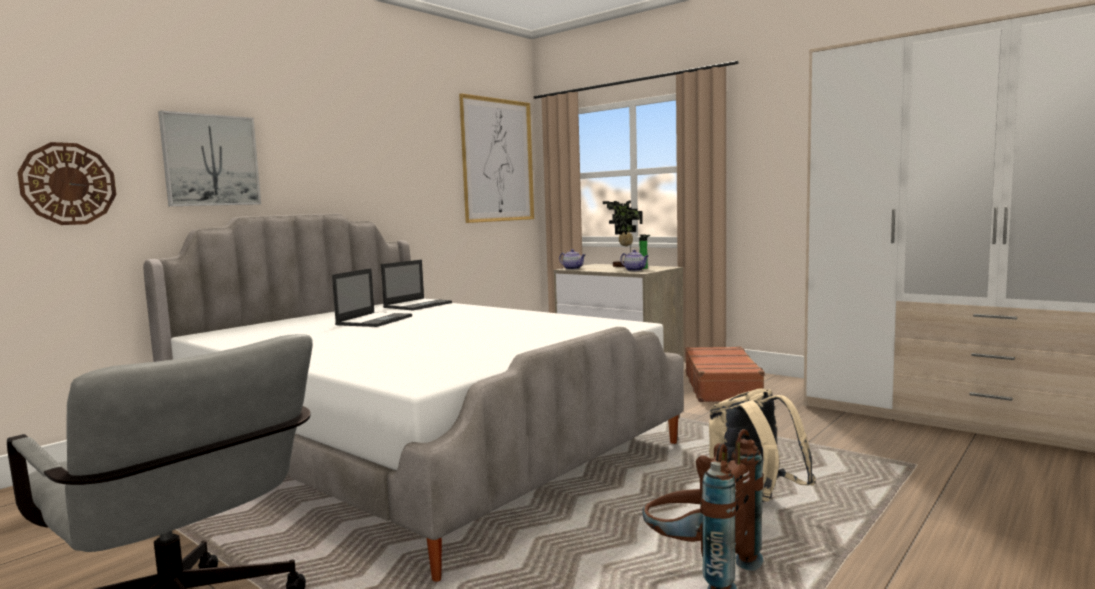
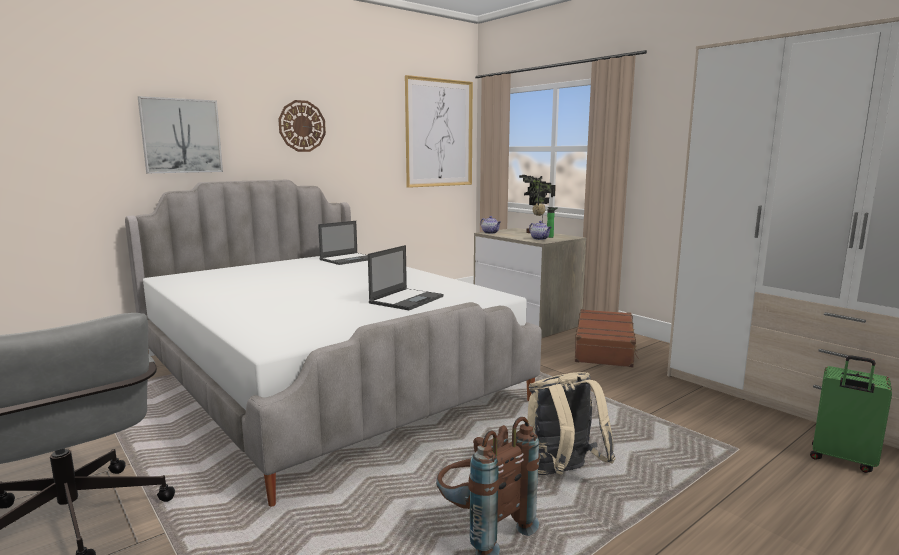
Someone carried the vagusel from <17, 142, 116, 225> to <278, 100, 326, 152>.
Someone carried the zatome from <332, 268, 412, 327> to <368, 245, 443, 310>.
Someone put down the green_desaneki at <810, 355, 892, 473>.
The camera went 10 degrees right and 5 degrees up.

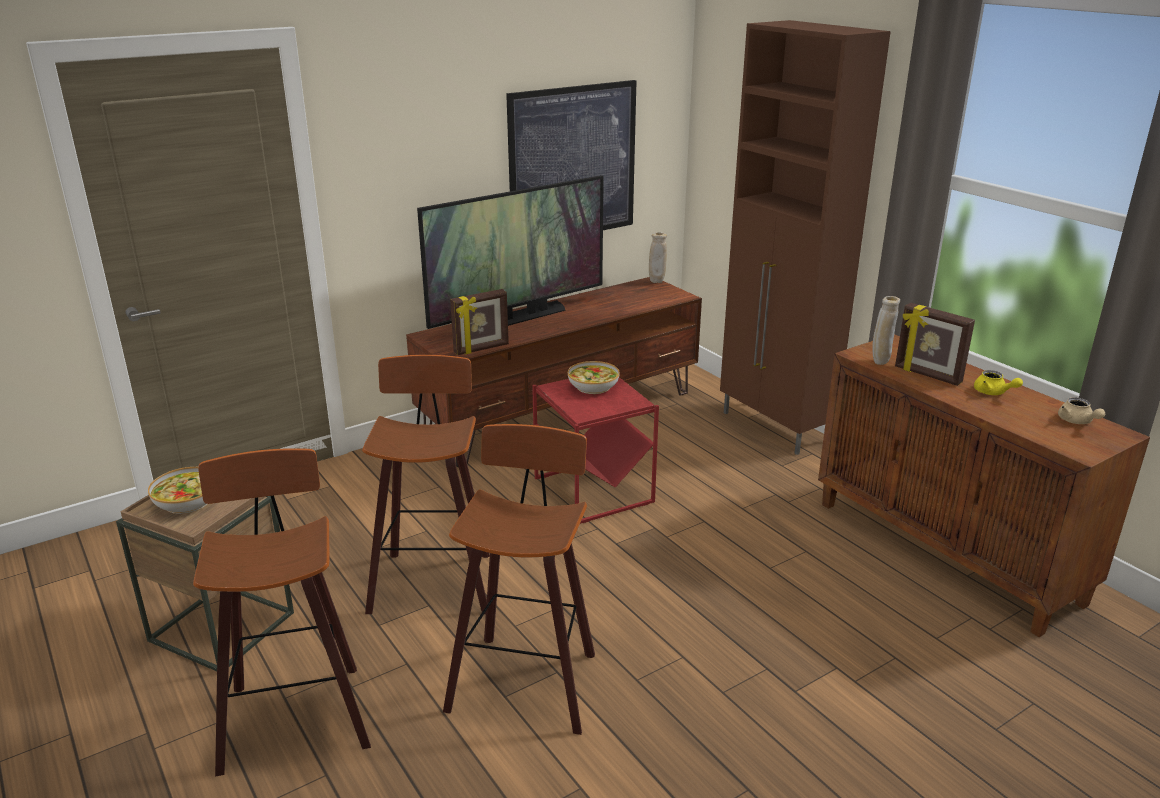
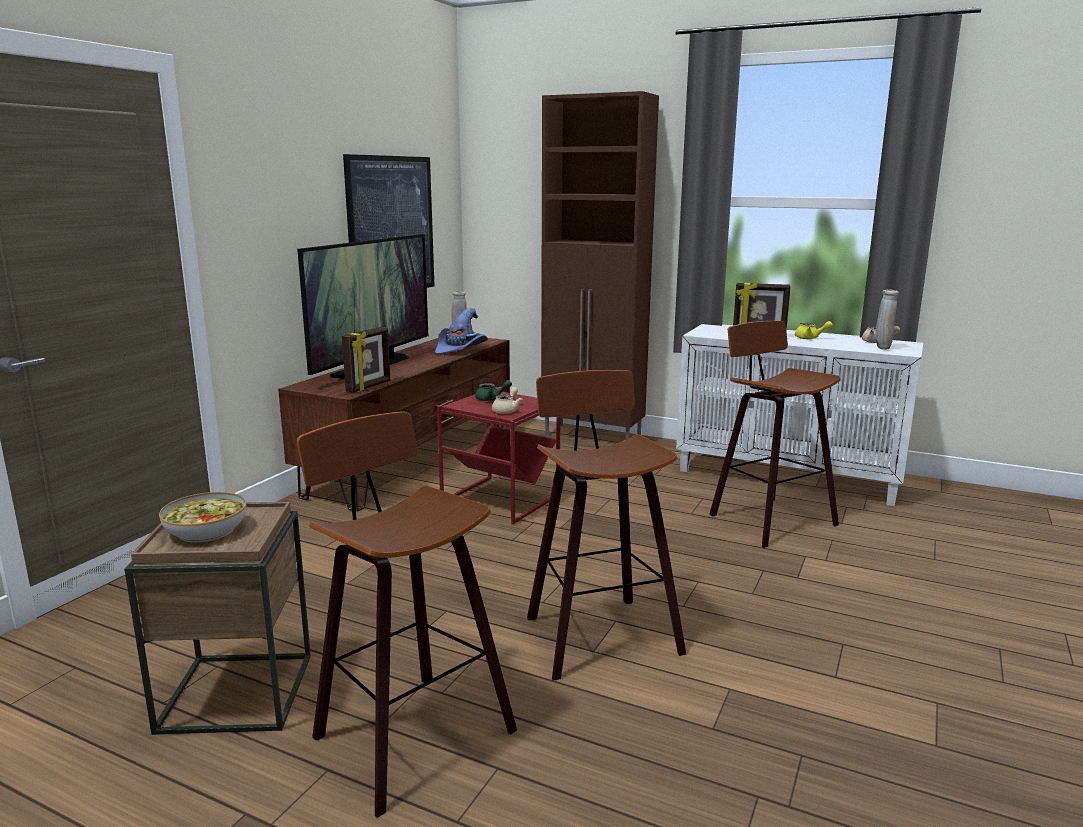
Someone put down the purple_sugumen at <435, 308, 488, 355>.
Someone swapped the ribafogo at <568, 361, 620, 394> for the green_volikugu at <475, 380, 512, 401>.
Someone put down the beige_volikugu at <492, 387, 522, 414>.
Someone repainted the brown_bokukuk at <818, 334, 1150, 637>, which became the white_bokukuk at <676, 324, 923, 506>.
Someone carried the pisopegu from <362, 355, 490, 614> to <709, 321, 841, 548>.
Someone carried the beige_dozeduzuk from <873, 296, 900, 365> to <875, 289, 899, 350>.
The camera went 30 degrees left and 10 degrees down.

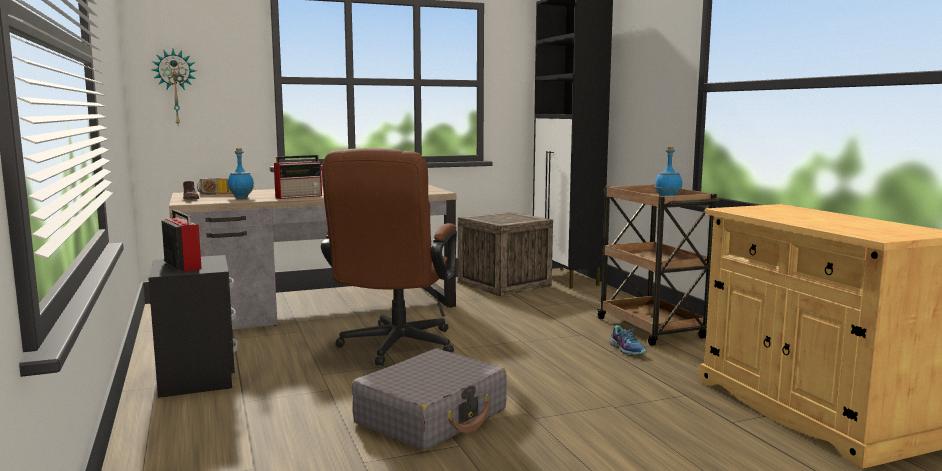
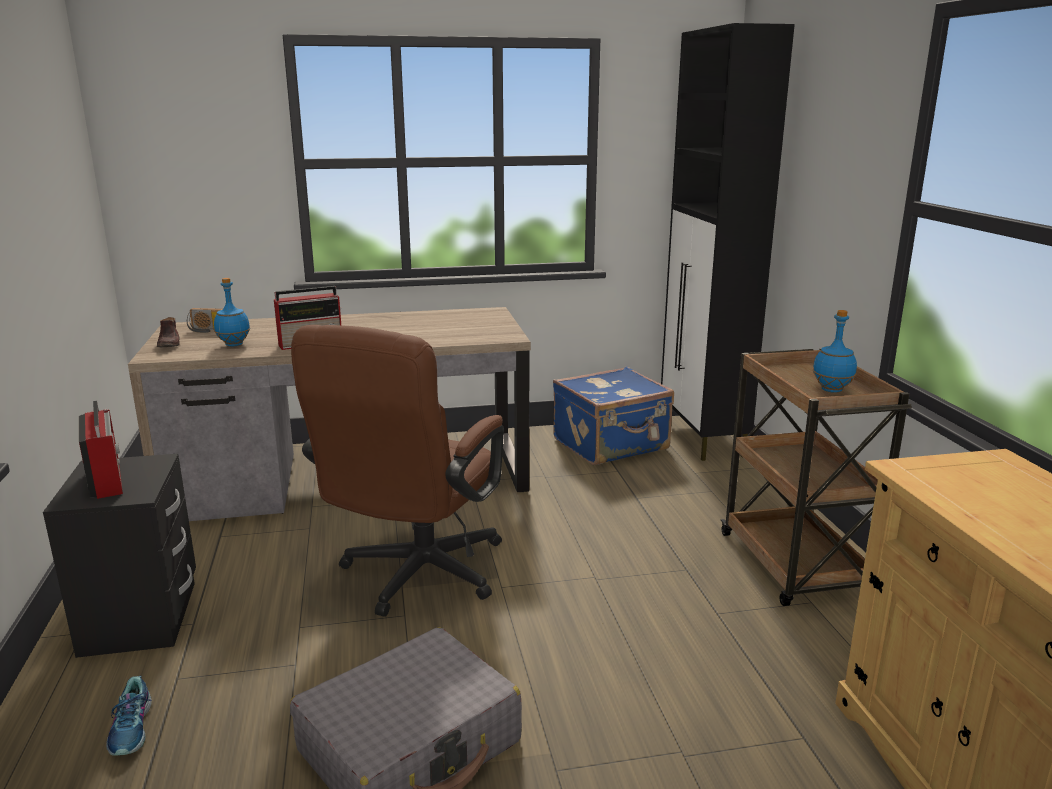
Someone carried the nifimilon from <609, 325, 647, 356> to <106, 675, 152, 756>.
Someone swapped the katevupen at <458, 212, 553, 296> for the blue_desaneki at <553, 366, 674, 465>.
Someone took away the vagusel at <152, 49, 196, 125>.
The camera went 10 degrees right and 10 degrees up.

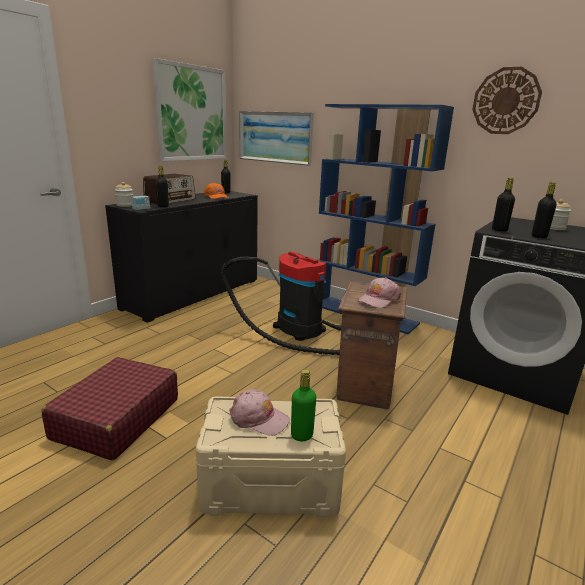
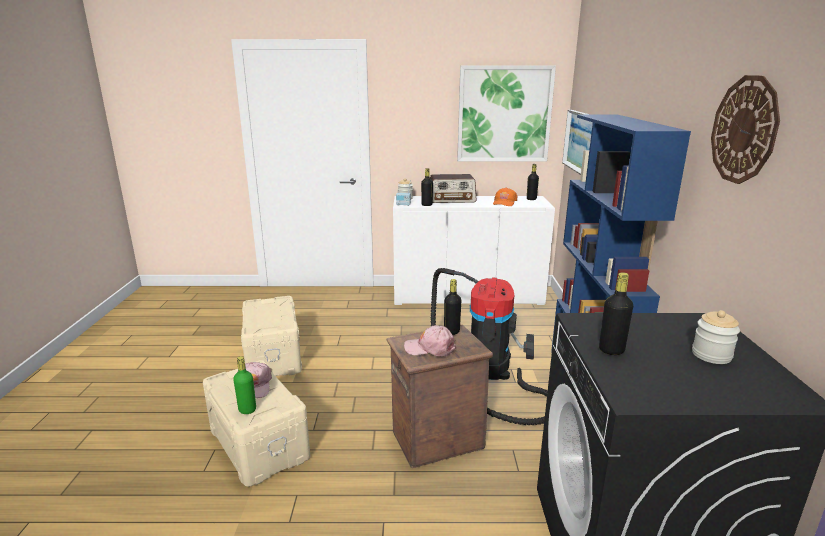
Someone swapped the red_desaneki at <41, 357, 178, 461> for the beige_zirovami at <241, 296, 302, 376>.
Someone repainted the black_bokukuk at <105, 191, 258, 323>, which became the white_bokukuk at <393, 196, 555, 305>.
Someone carried the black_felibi from <492, 178, 515, 232> to <444, 279, 461, 335>.
The camera went 55 degrees right and 0 degrees up.

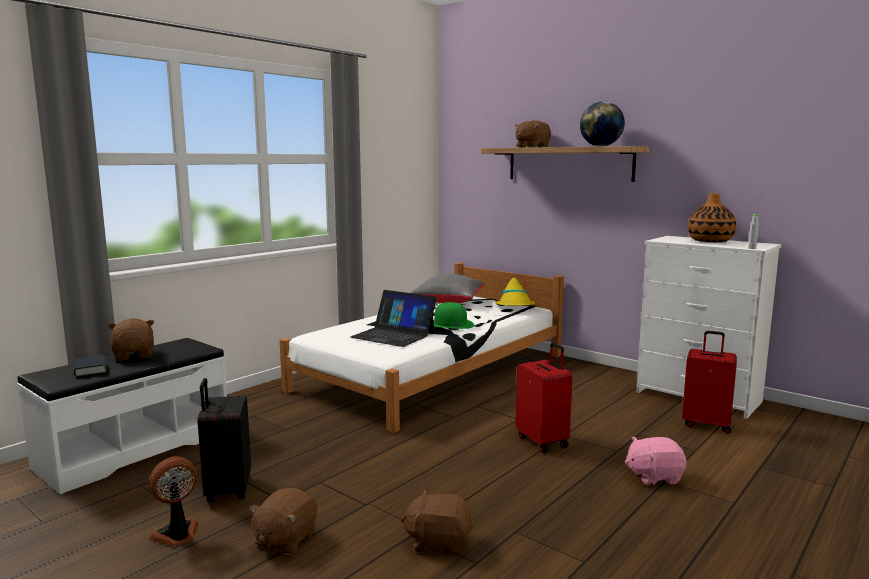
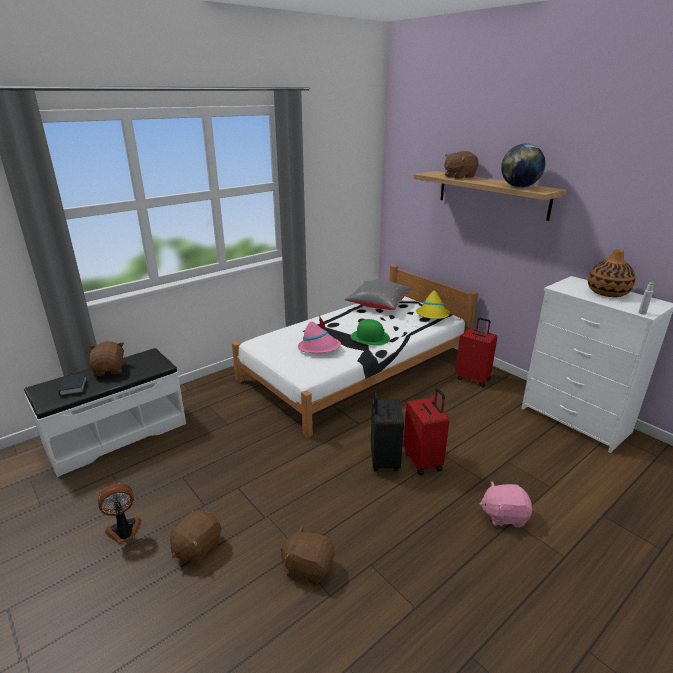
Someone swapped the zatome at <350, 290, 436, 347> for the pink_sugumen at <298, 316, 341, 353>.
Someone carried the black_desaneki from <197, 378, 251, 502> to <371, 390, 404, 471>.
Someone carried the red_desaneki from <682, 331, 737, 433> to <455, 318, 497, 387>.
The camera went 10 degrees right and 15 degrees up.

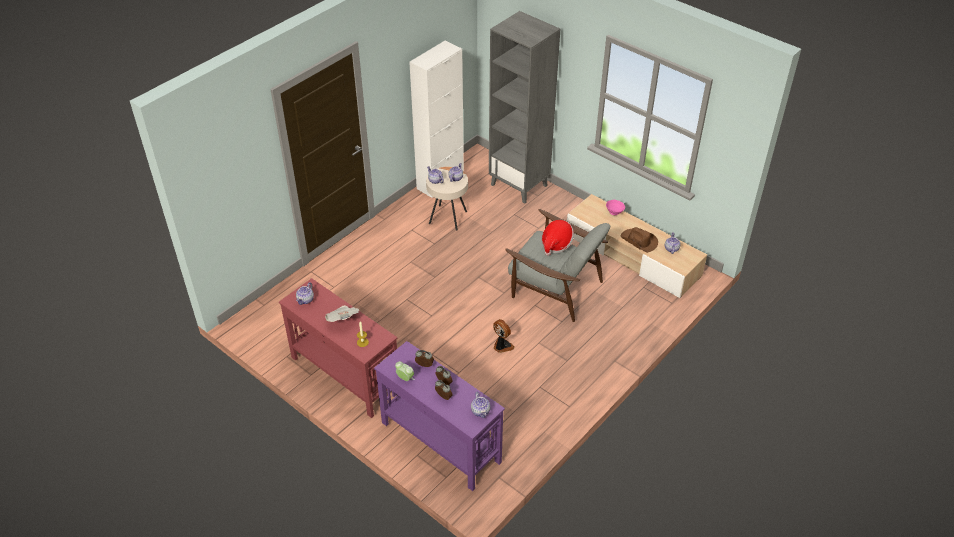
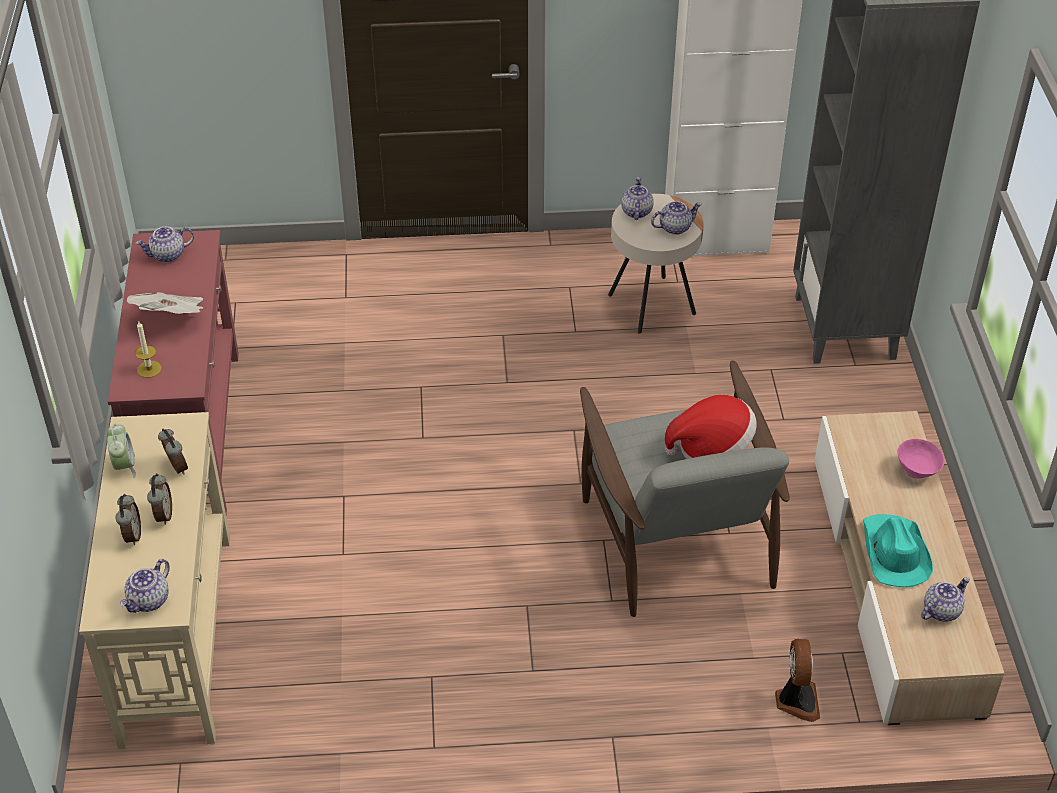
Someone repainted the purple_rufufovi at <374, 341, 505, 491>, which became the beige_rufufovi at <79, 412, 230, 749>.
Someone carried the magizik from <493, 319, 515, 353> to <775, 639, 820, 722>.
Someone repainted the brown_sugumen at <621, 227, 658, 253>, which became the turquoise_sugumen at <863, 514, 933, 587>.
The camera went 45 degrees right and 0 degrees up.

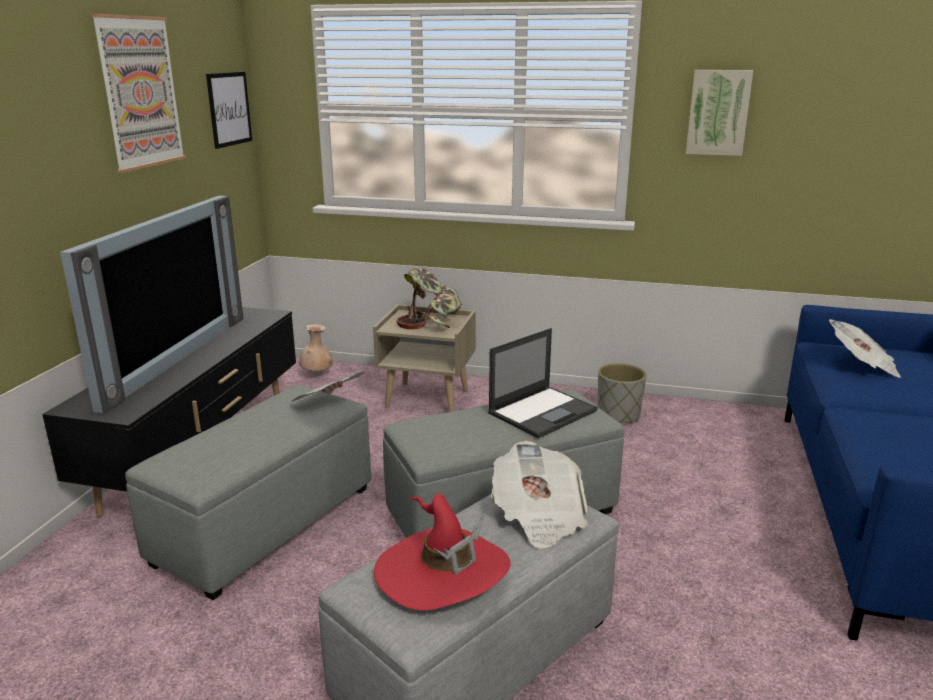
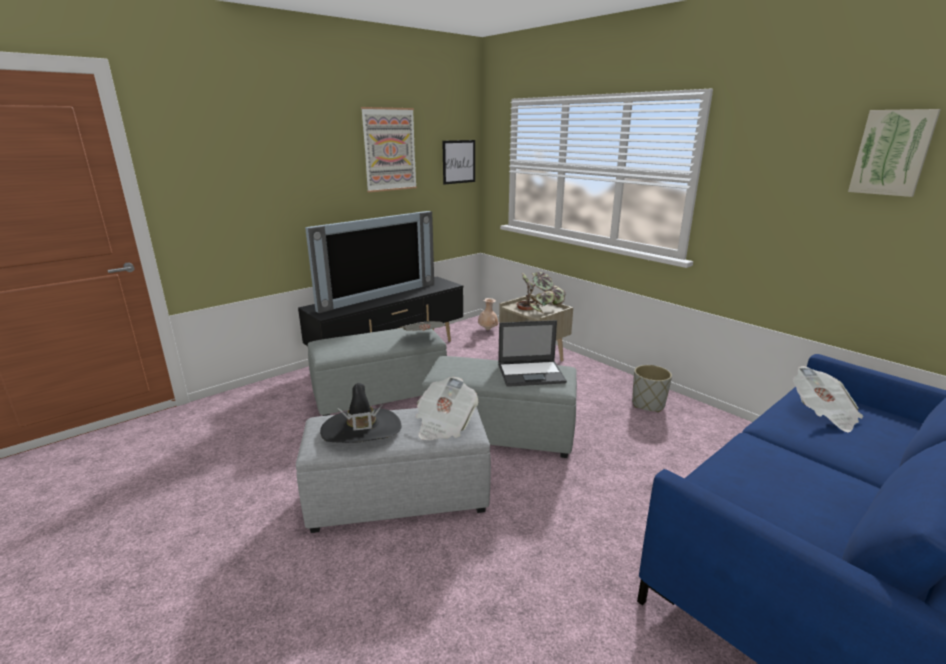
Someone repainted the red_sugumen at <374, 494, 511, 610>, which became the black_sugumen at <320, 383, 402, 443>.
Someone carried the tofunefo from <686, 70, 753, 156> to <848, 109, 941, 197>.
The camera went 35 degrees right and 0 degrees up.

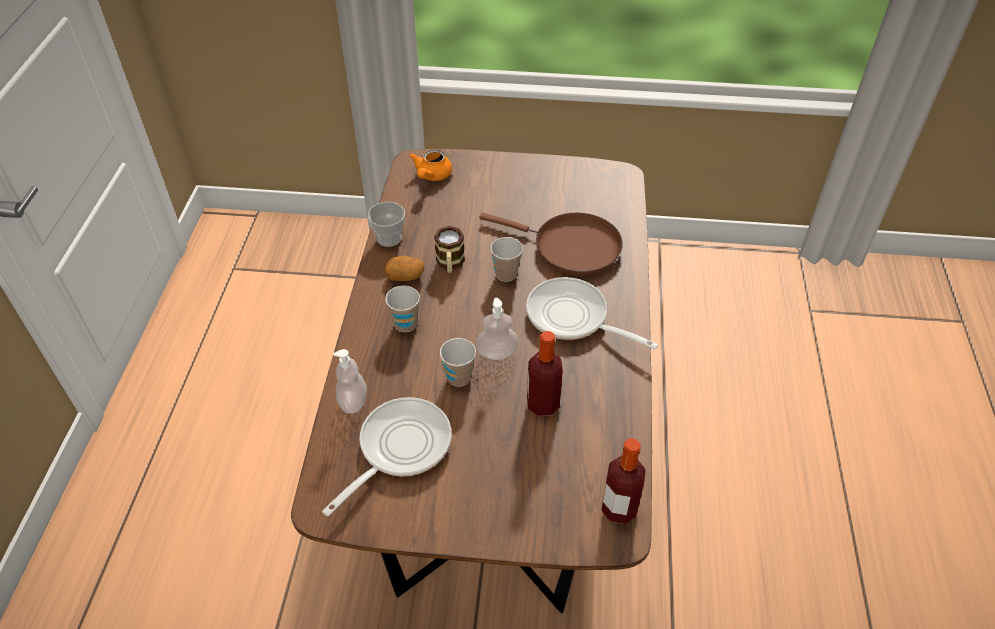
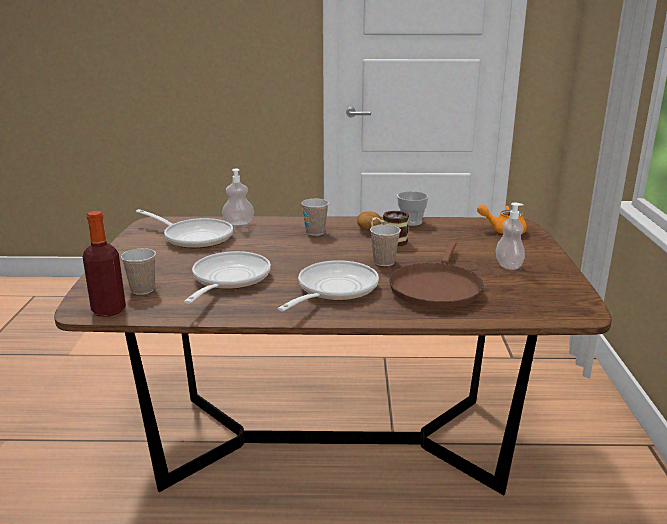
Someone carried the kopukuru from <440, 338, 476, 387> to <121, 248, 156, 295>.
Someone swapped the felibi at <527, 331, 563, 416> for the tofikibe at <184, 251, 271, 304>.
Someone carried the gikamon from <476, 298, 519, 360> to <496, 203, 525, 270>.
The camera went 85 degrees right and 25 degrees down.

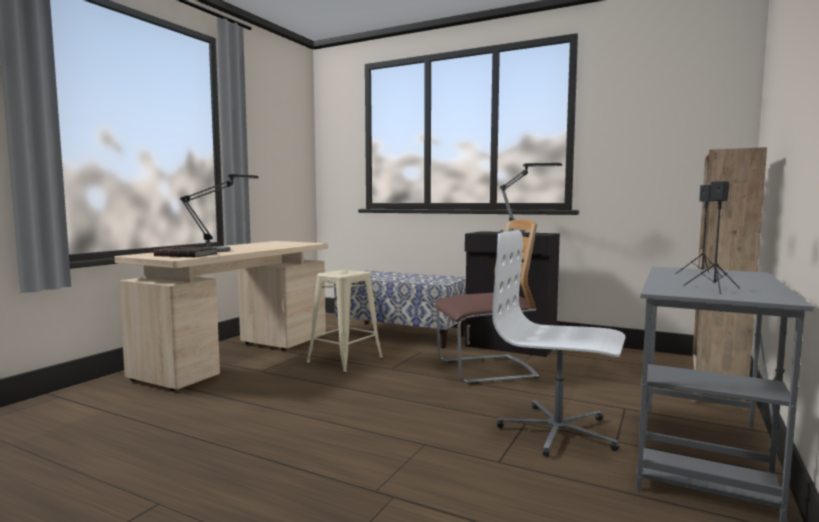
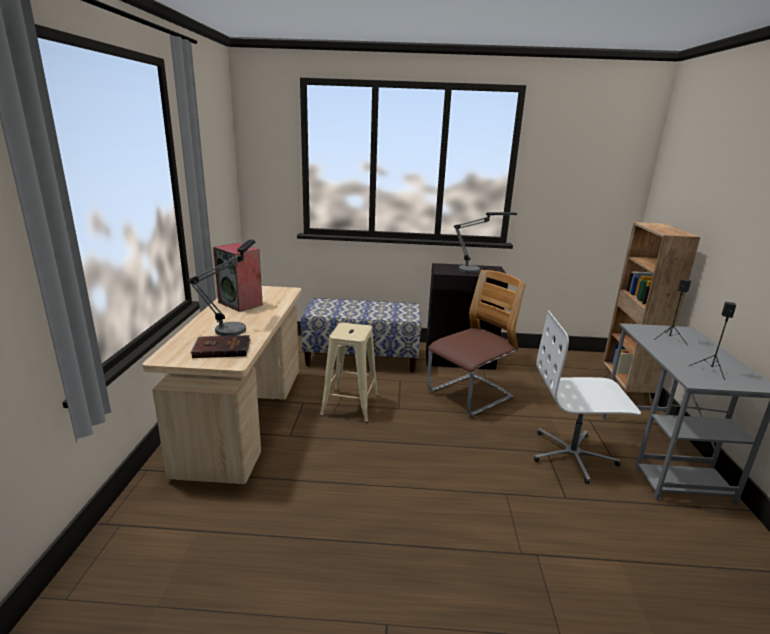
Someone put down the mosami at <213, 243, 263, 312>.
The camera went 25 degrees left and 15 degrees up.

